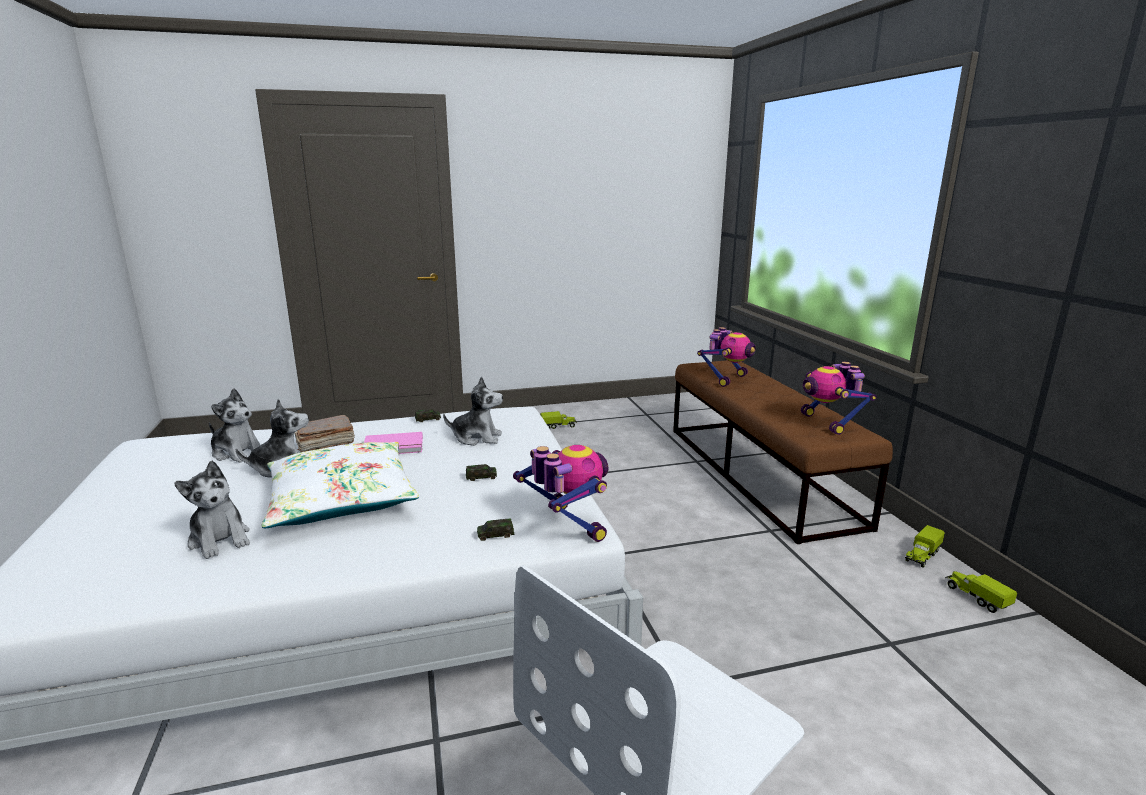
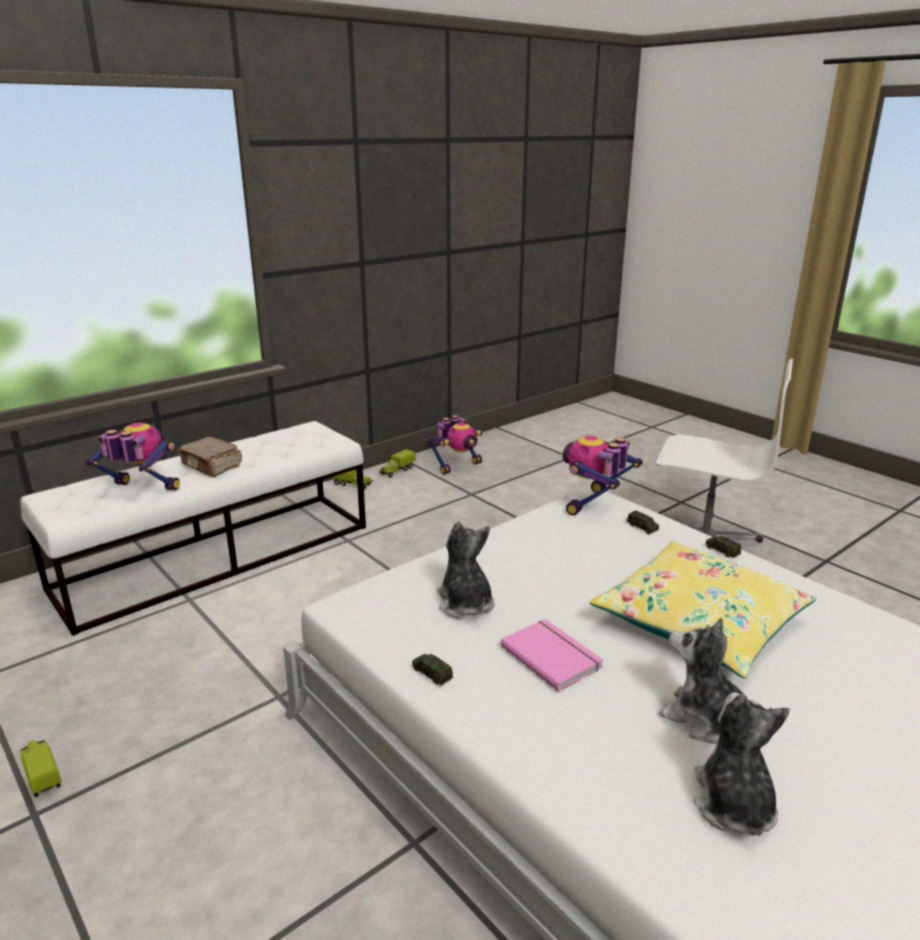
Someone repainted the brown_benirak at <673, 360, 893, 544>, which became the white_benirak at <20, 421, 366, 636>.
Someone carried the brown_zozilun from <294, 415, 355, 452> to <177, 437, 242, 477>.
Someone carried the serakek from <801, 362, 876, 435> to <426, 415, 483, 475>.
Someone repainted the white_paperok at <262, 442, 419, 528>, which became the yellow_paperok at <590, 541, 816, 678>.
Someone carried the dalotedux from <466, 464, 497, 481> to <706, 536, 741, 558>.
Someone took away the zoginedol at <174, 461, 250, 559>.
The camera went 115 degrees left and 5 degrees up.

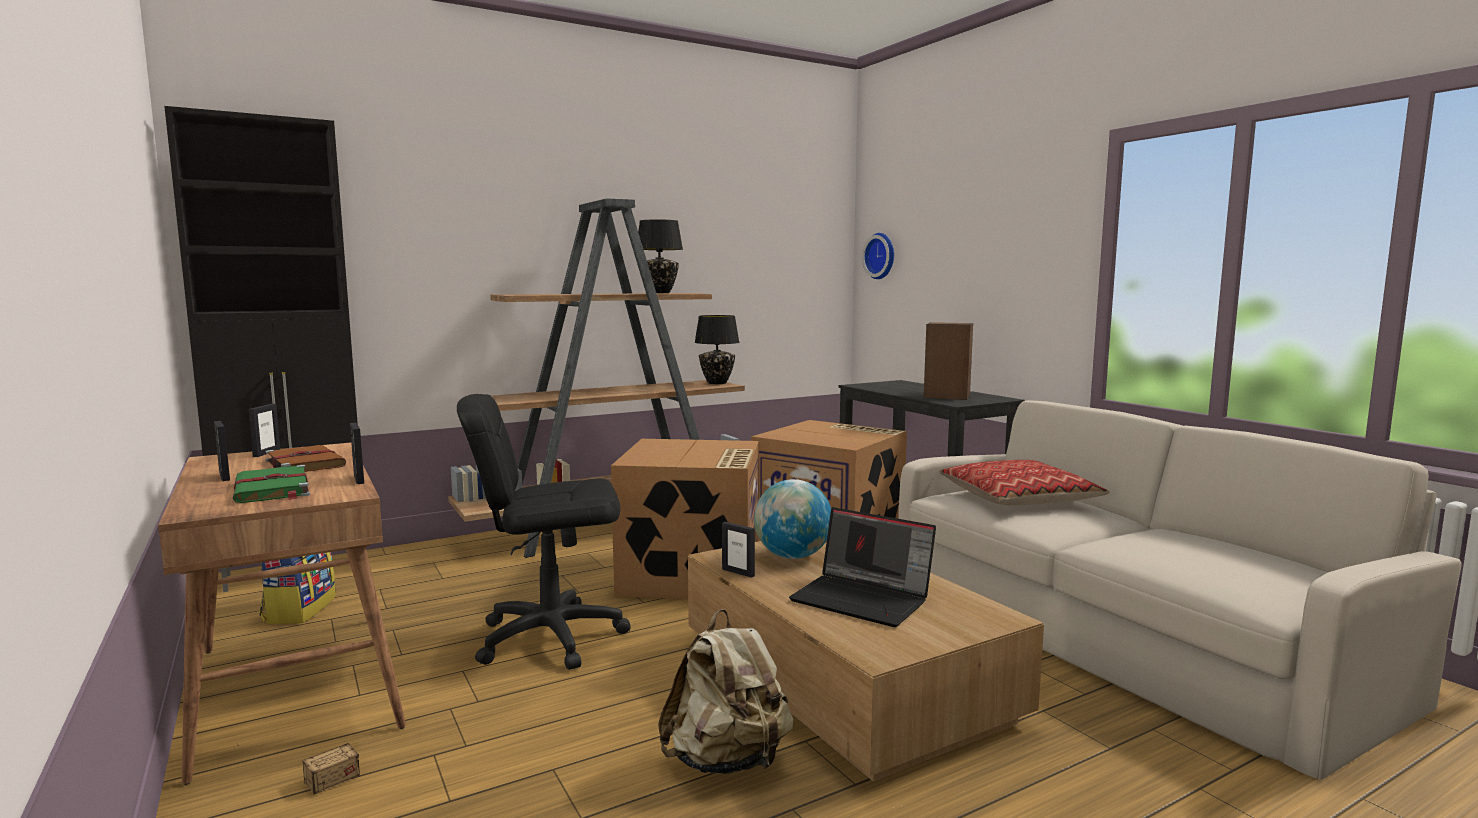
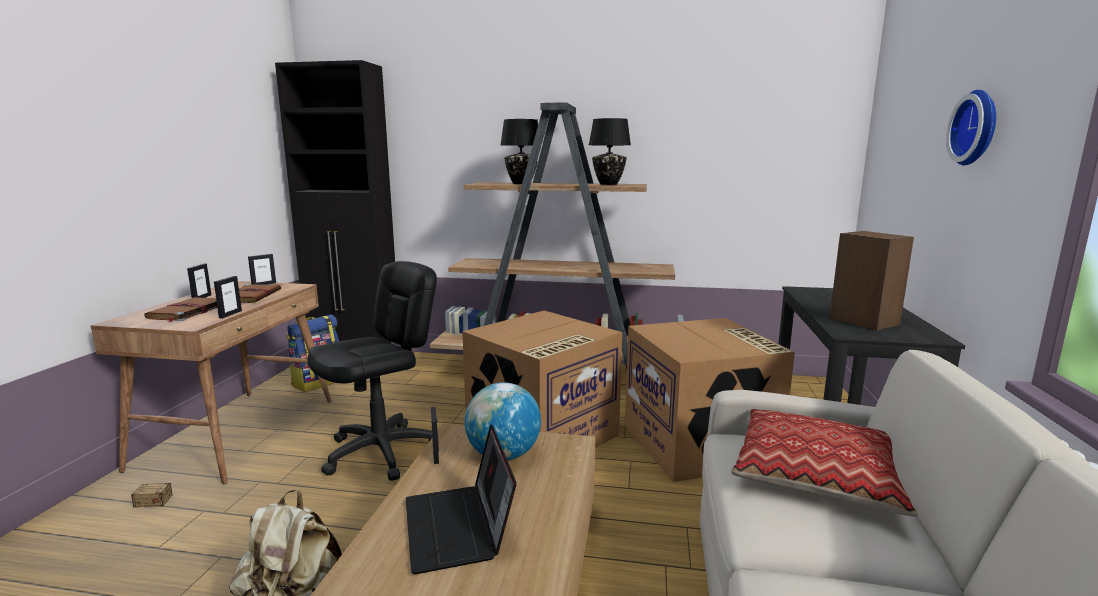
Someone repainted the green_zozilun at <233, 465, 310, 503>, which became the brown_zozilun at <144, 297, 218, 322>.
Someone rotated the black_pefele at <457, 394, 631, 670> by 105 degrees clockwise.
Someone carried the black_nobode from <694, 315, 740, 384> to <501, 119, 538, 184>.
Someone carried the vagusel from <862, 233, 894, 279> to <946, 90, 996, 166>.
The camera went 40 degrees right and 5 degrees up.

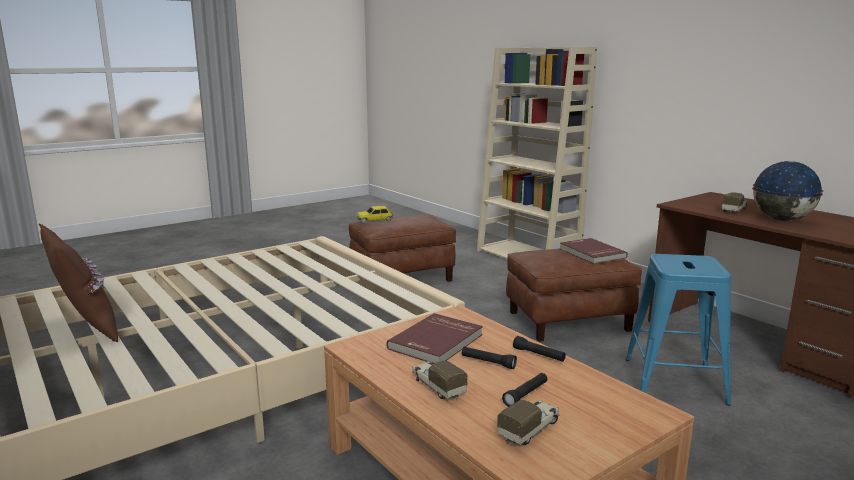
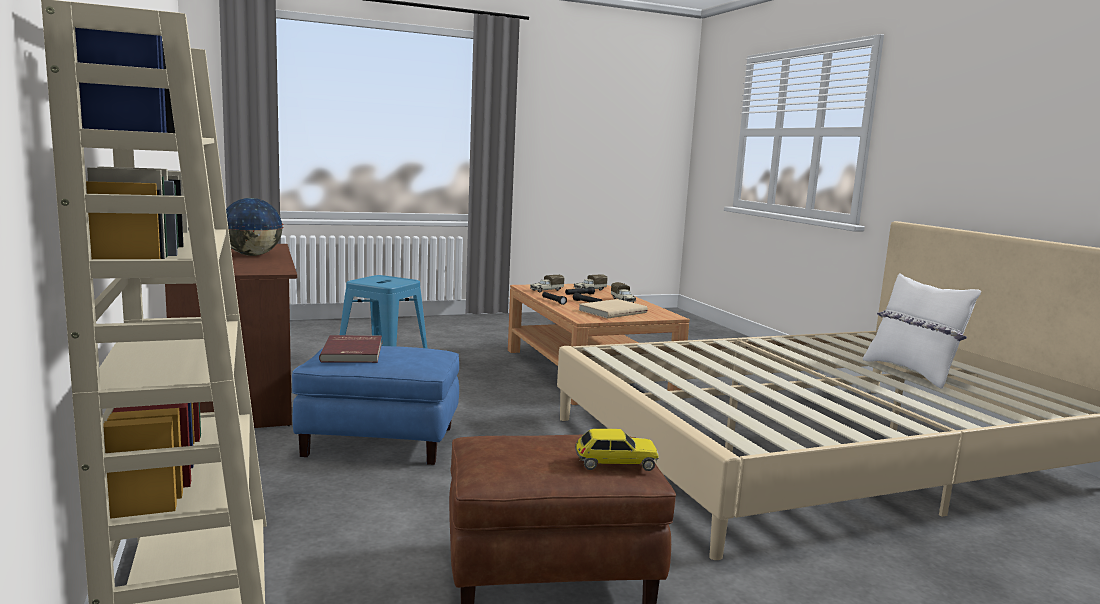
Someone repainted the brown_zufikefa at <506, 249, 642, 342>, which became the blue_zufikefa at <292, 346, 459, 465>.
Someone carried the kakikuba from <721, 192, 747, 214> to <530, 275, 565, 292>.
Someone repainted the red_zozilun at <386, 313, 483, 364>, which became the beige_zozilun at <579, 299, 648, 319>.
Someone repainted the brown_paperok at <39, 224, 118, 342>, which became the white_paperok at <863, 273, 981, 389>.
The camera went 165 degrees left and 5 degrees down.

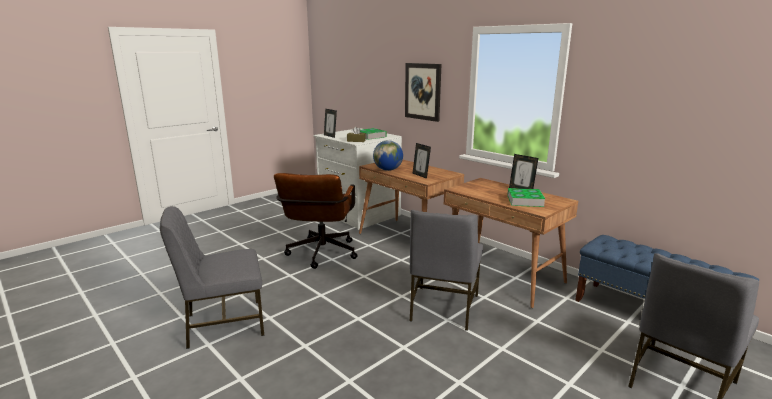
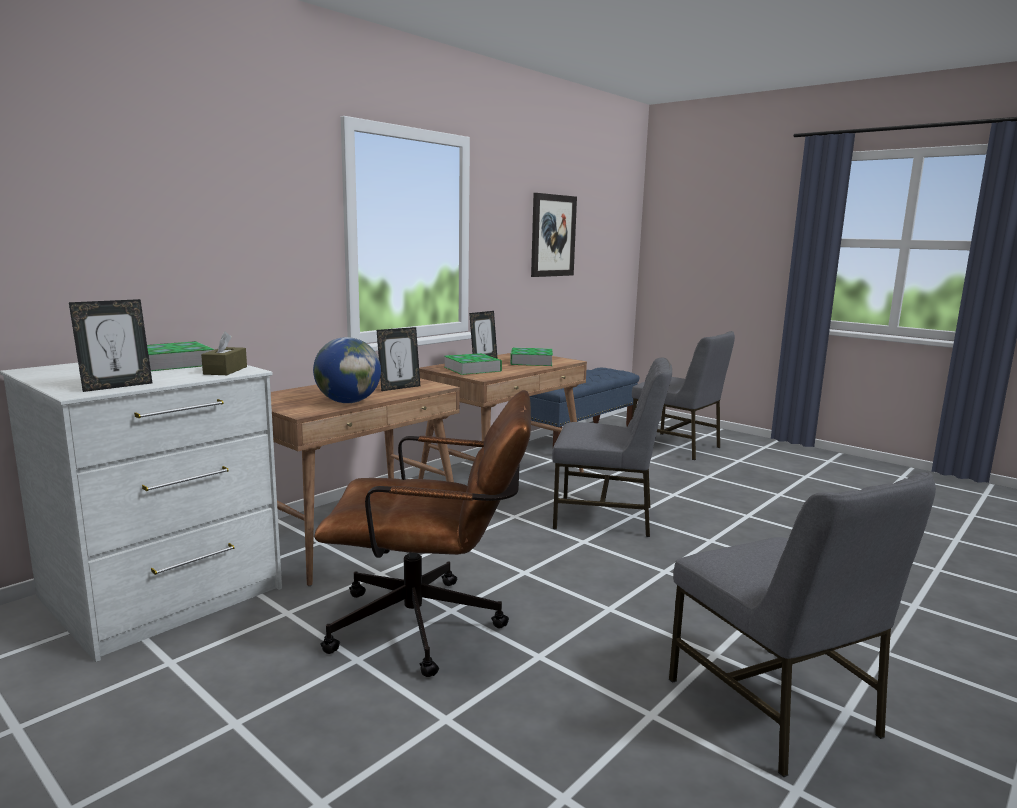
Someone put down the zozilun at <444, 353, 502, 375>.
Someone carried the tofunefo from <405, 63, 441, 122> to <531, 193, 577, 277>.
The camera went 95 degrees left and 5 degrees down.

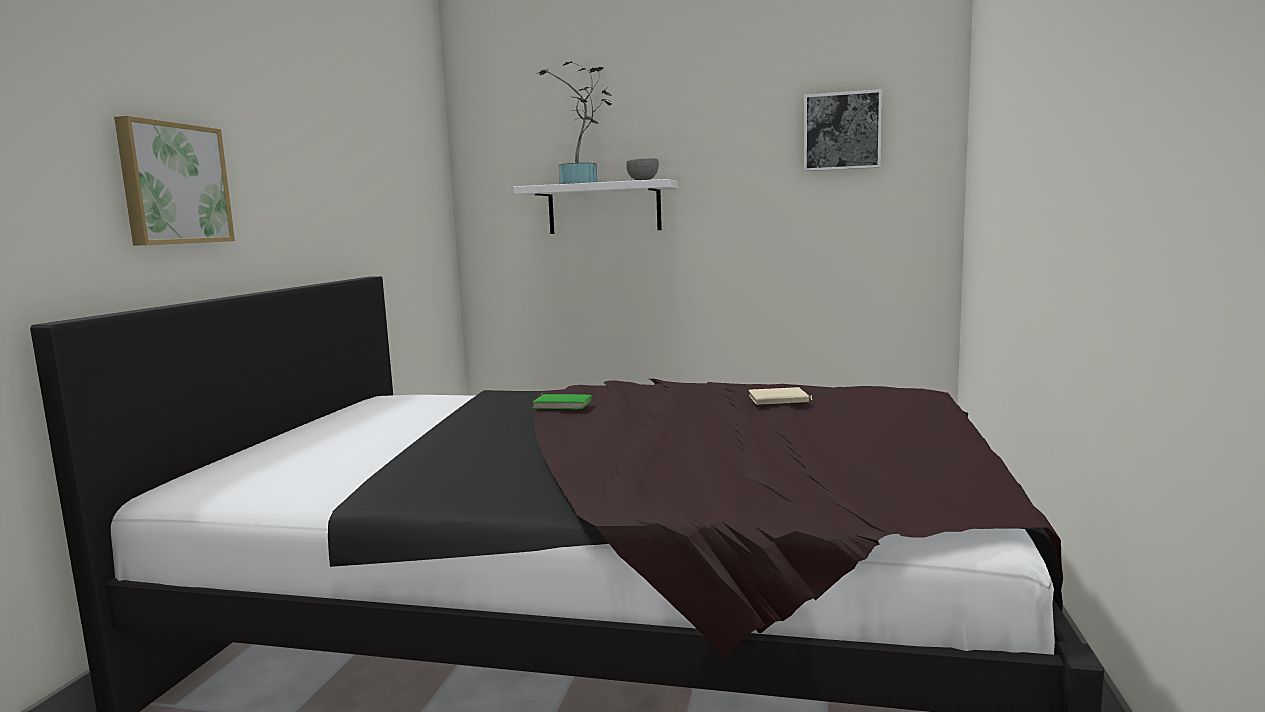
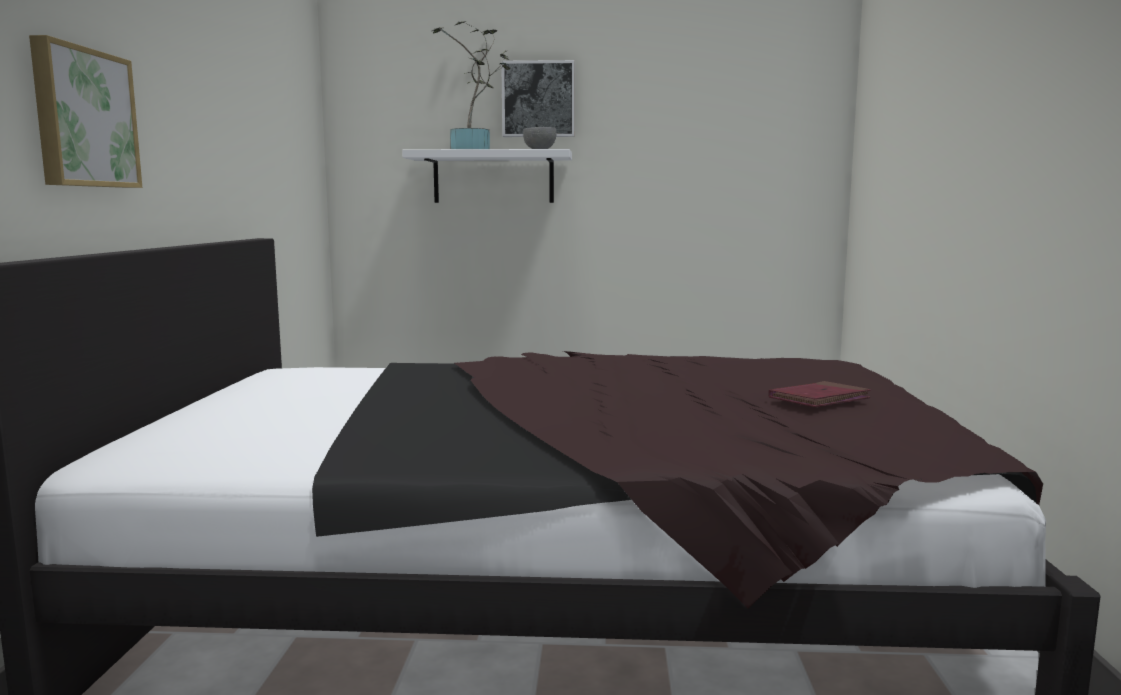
Someone carried the tofunefo from <804, 89, 882, 171> to <501, 60, 575, 137>.
Someone put down the red_zozilun at <769, 381, 871, 407>.
Someone took away the green_zozilun at <532, 392, 592, 409>.
Someone took away the beige_zozilun at <748, 387, 812, 405>.
The camera went 10 degrees left and 0 degrees up.

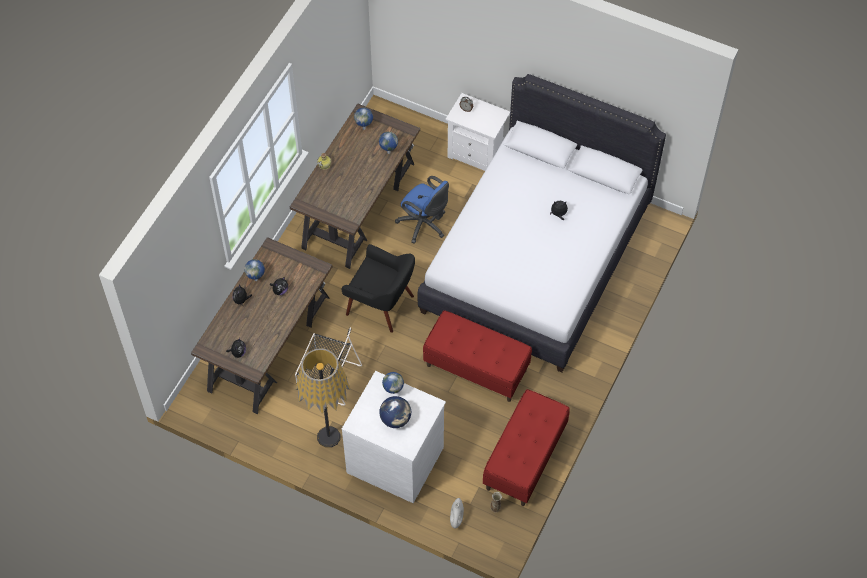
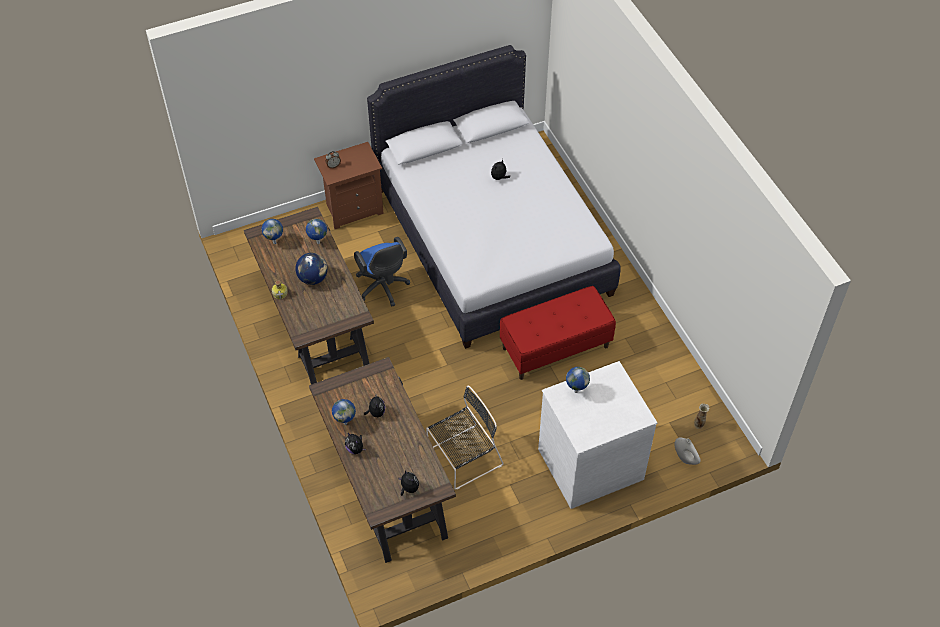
Someone carried the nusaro from <379, 396, 411, 428> to <295, 253, 328, 285>.
Someone repainted the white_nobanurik at <446, 93, 510, 171>, which became the brown_nobanurik at <314, 142, 384, 229>.
Someone rotated the blue_pefele at <395, 176, 449, 244> by 75 degrees clockwise.
Someone took away the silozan at <295, 348, 350, 448>.
Someone took away the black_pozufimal at <341, 244, 415, 333>.
Someone took away the red_benirak at <483, 389, 570, 506>.
The camera went 50 degrees left and 5 degrees down.

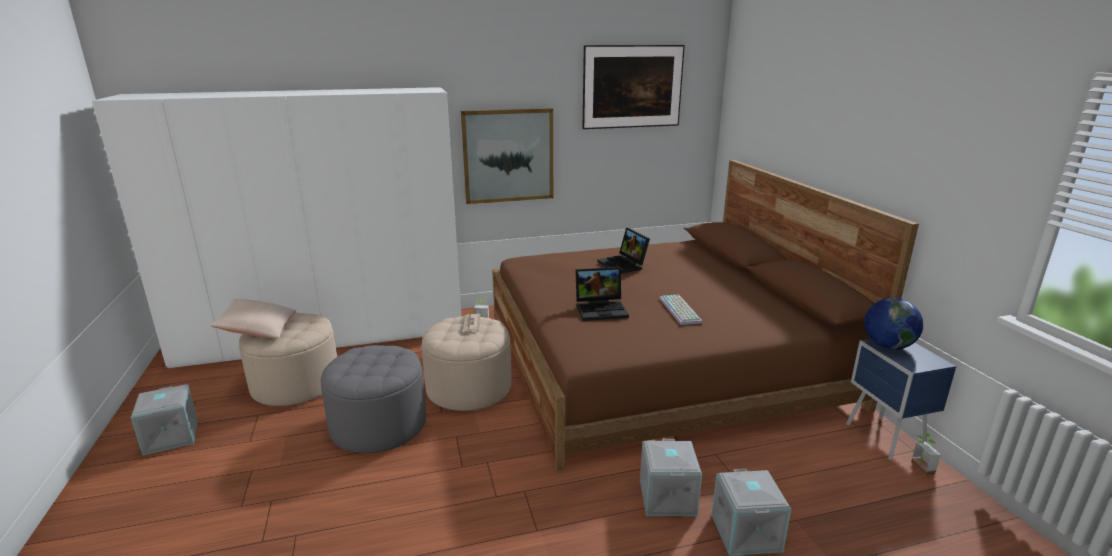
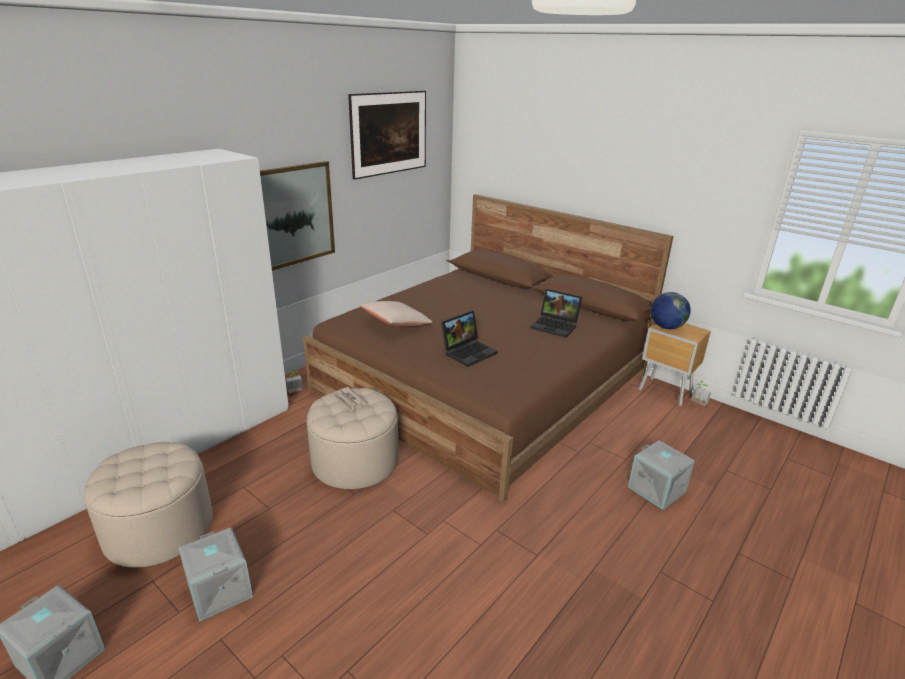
Someone carried the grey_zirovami from <640, 439, 702, 516> to <178, 527, 253, 622>.
Someone carried the beige_paperok from <211, 299, 296, 338> to <359, 301, 433, 327>.
Someone carried the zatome from <597, 228, 650, 274> to <530, 289, 582, 338>.
Someone repainted the blue_nobanurik at <846, 339, 956, 461>, which became the brown_nobanurik at <638, 323, 711, 406>.
Someone took away the grey_zufikefa at <321, 345, 426, 453>.
Someone took away the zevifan at <660, 294, 702, 325>.
The camera went 35 degrees left and 5 degrees up.

